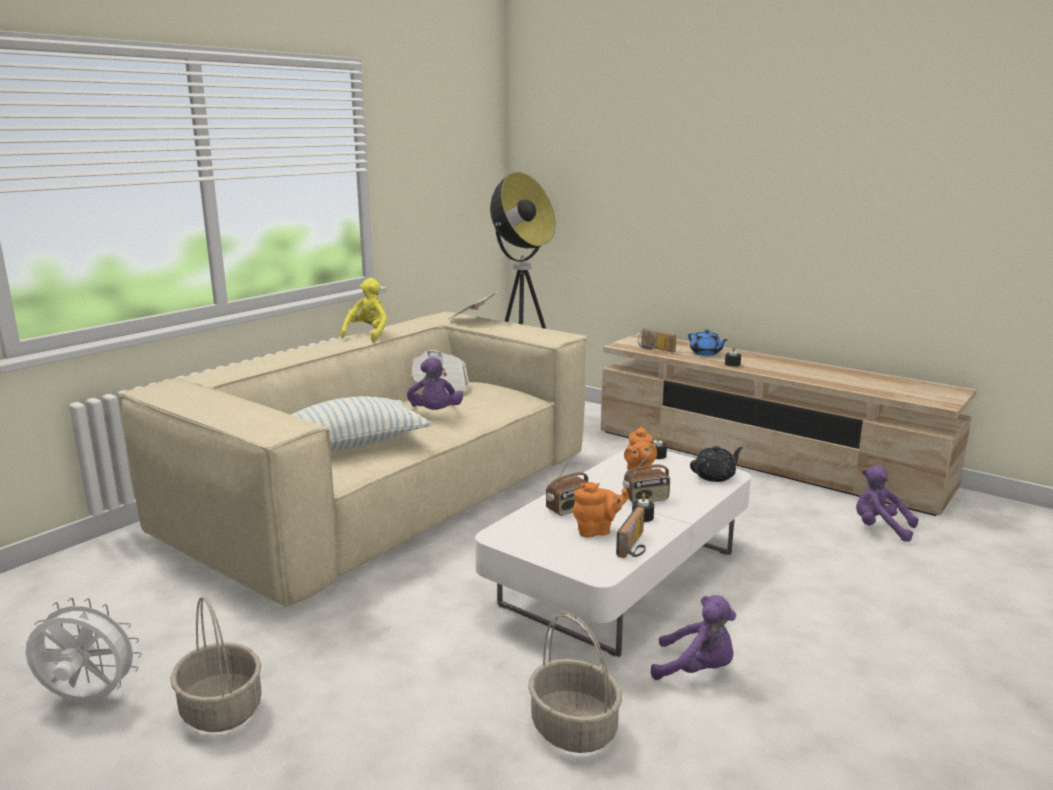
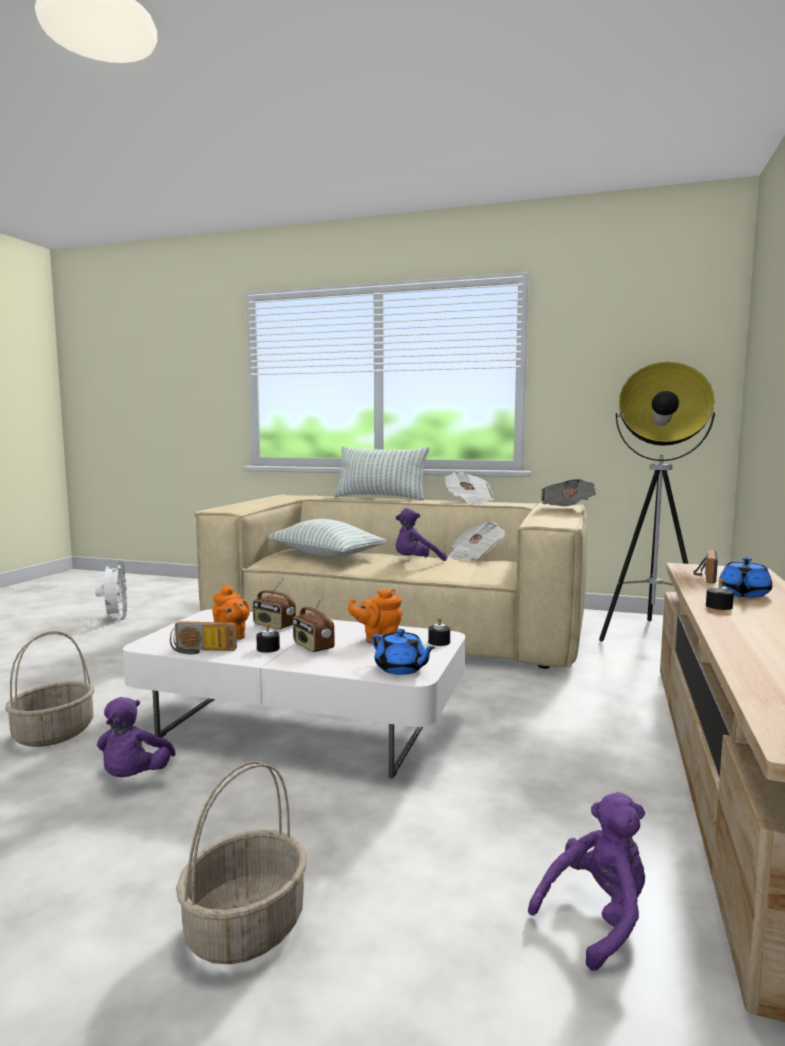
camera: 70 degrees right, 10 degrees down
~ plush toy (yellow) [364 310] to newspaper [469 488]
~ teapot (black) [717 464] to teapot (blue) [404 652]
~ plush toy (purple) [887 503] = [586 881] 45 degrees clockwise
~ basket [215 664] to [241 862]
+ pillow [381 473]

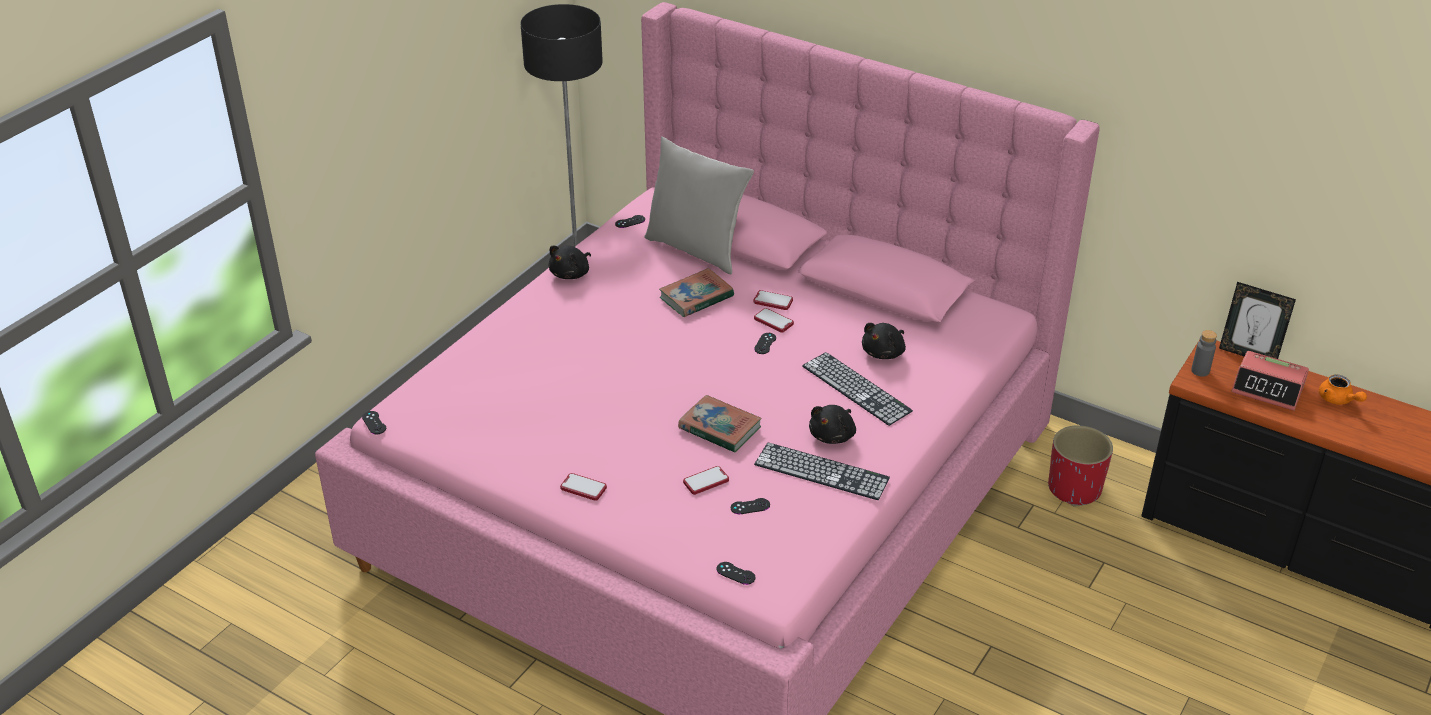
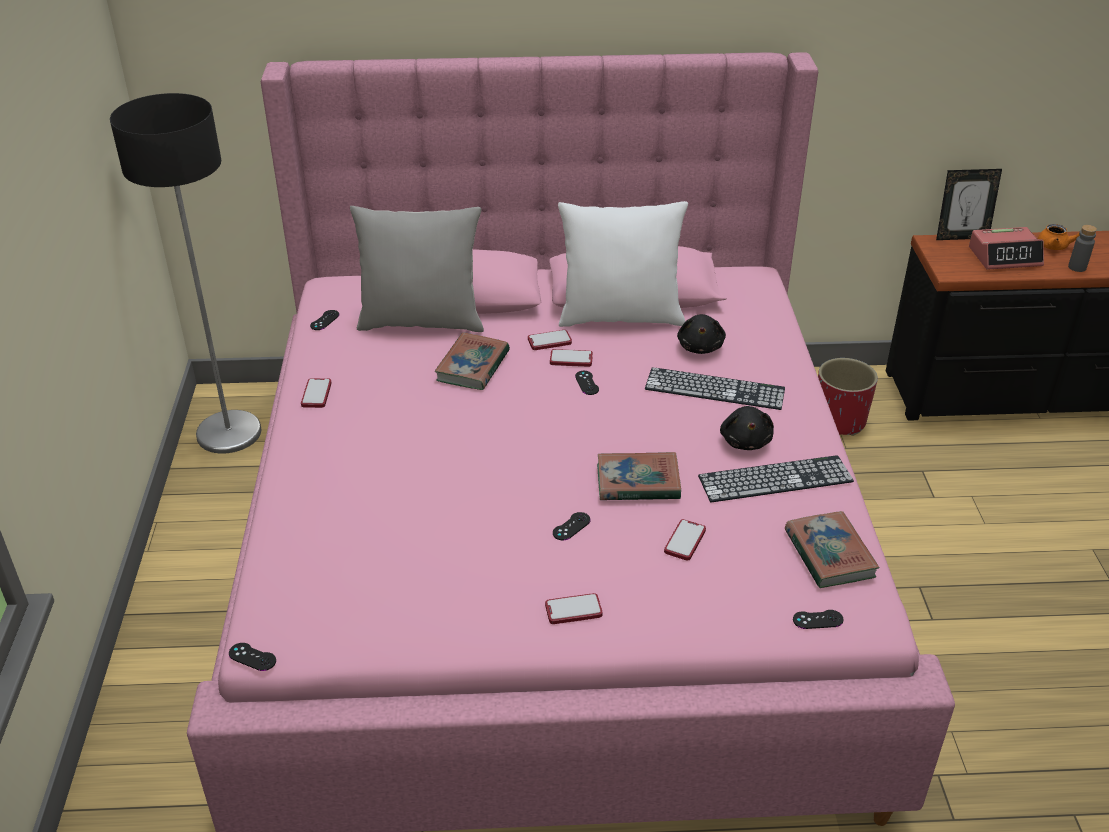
camera: 35 degrees left, 0 degrees up
~ plush toy (black) [570 262] to phone [316 393]
~ bottle (grey) [1204 353] to [1082 248]
~ game controller (black) [750 506] to [572 526]
+ pillow (white) [623 264]
+ book [832 549]

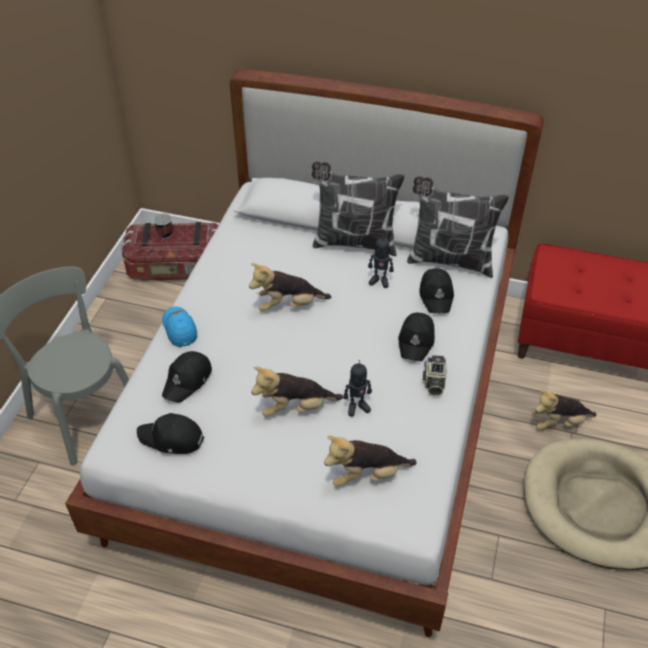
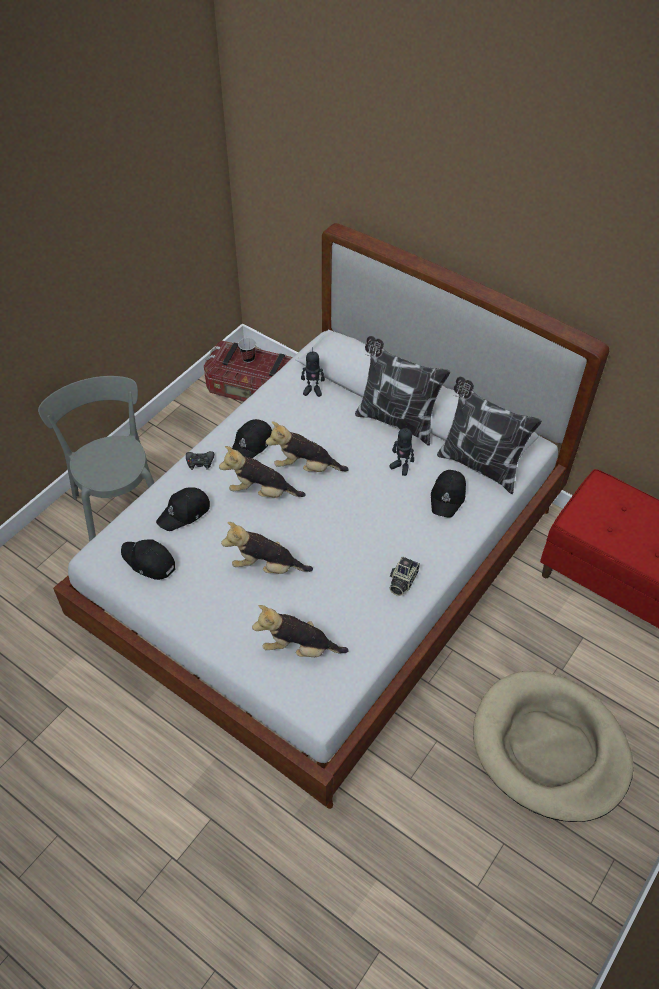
camera: 20 degrees right, 5 degrees up
~ cap (blue) [179 326] to game controller (black) [200 460]
~ cap (black) [416 337] to [252 438]
~ toy robot [357 388] to [313 372]
~ plush toy [564 410] to [262 472]

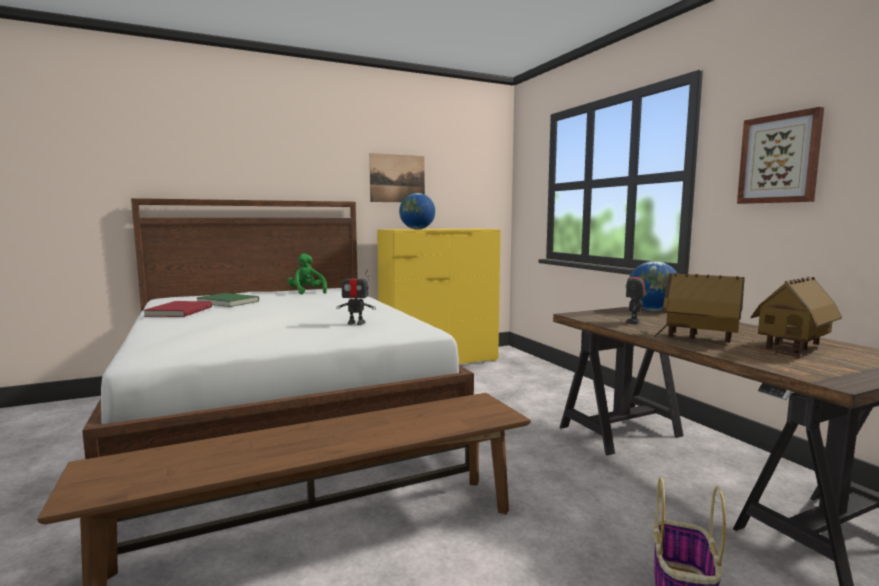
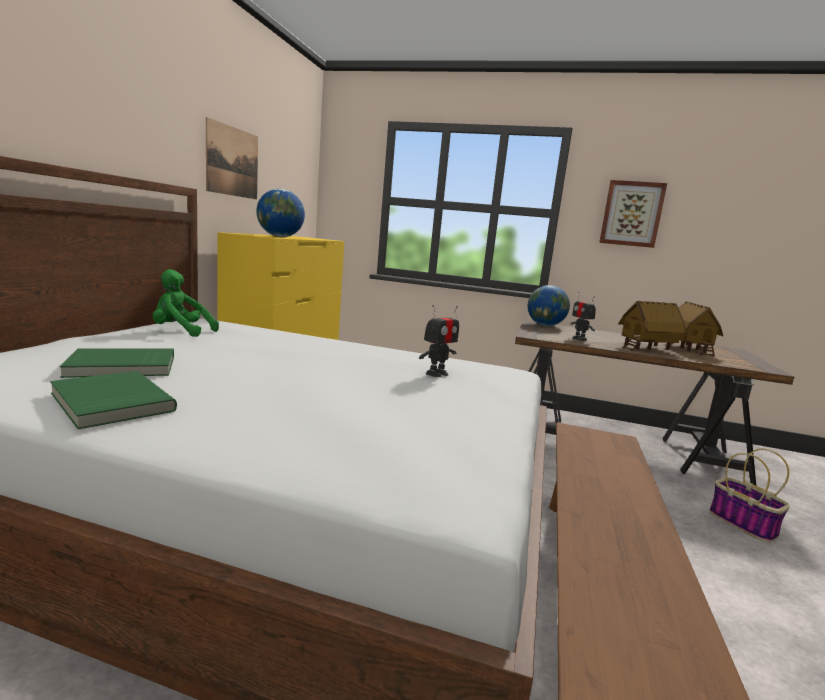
camera: 50 degrees left, 5 degrees up
~ book (red) [177 309] to book (green) [113 400]

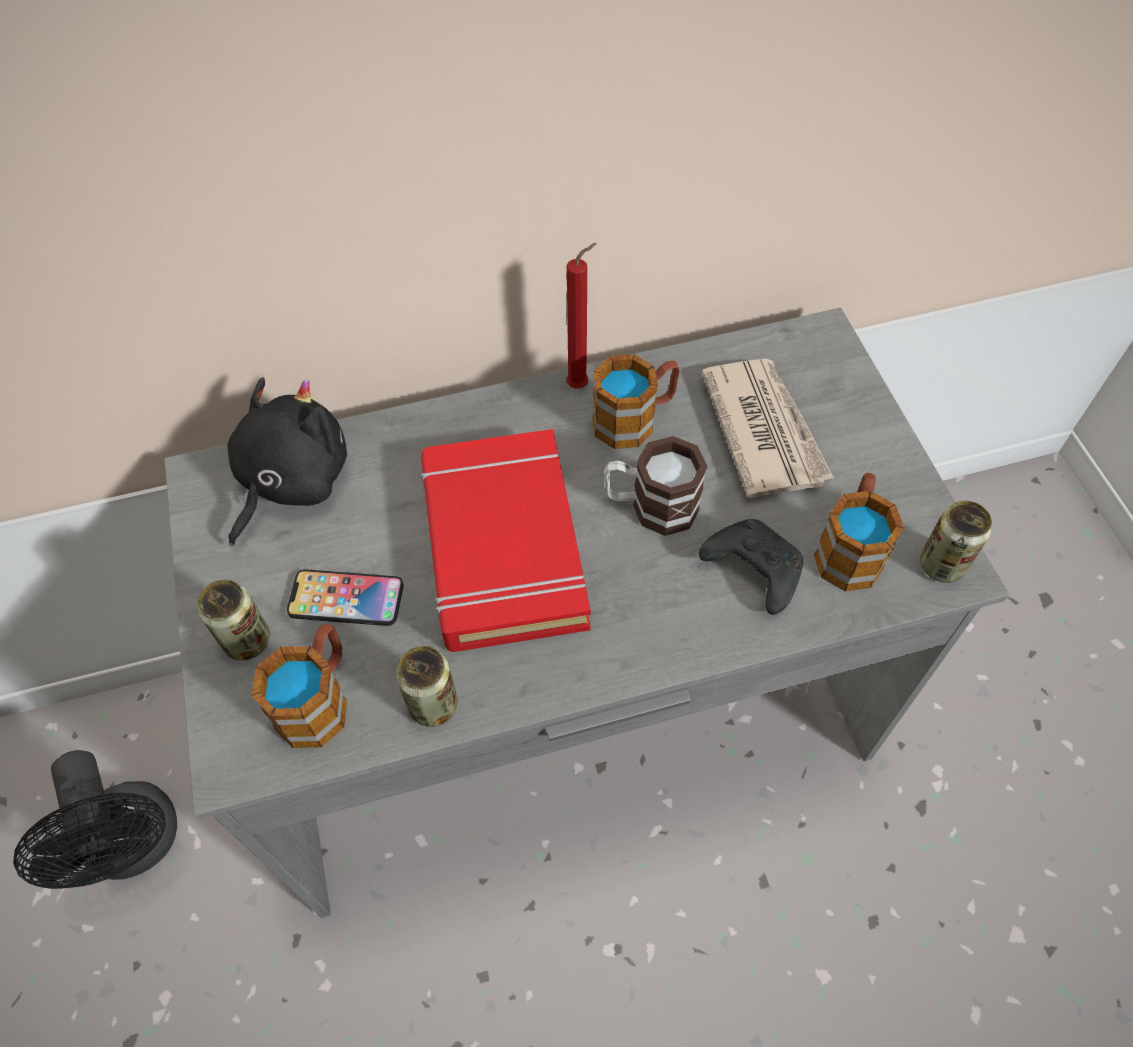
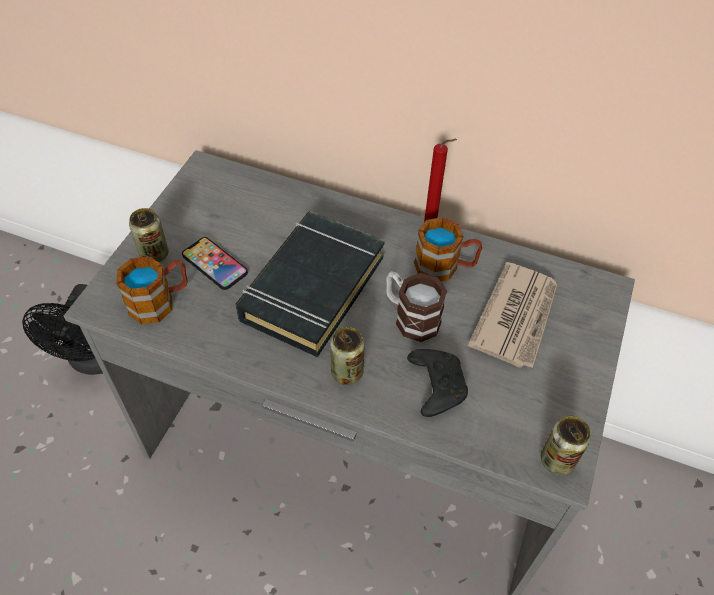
camera: 35 degrees right, 5 degrees down
- plush toy (black) [287 462]
~ book (red) [506 540] to book (black) [310 284]
- mug [859 532]
~ can [427 686] to [347 356]

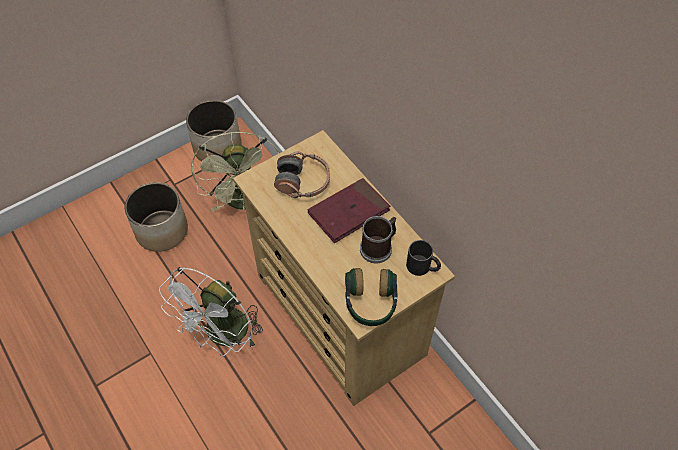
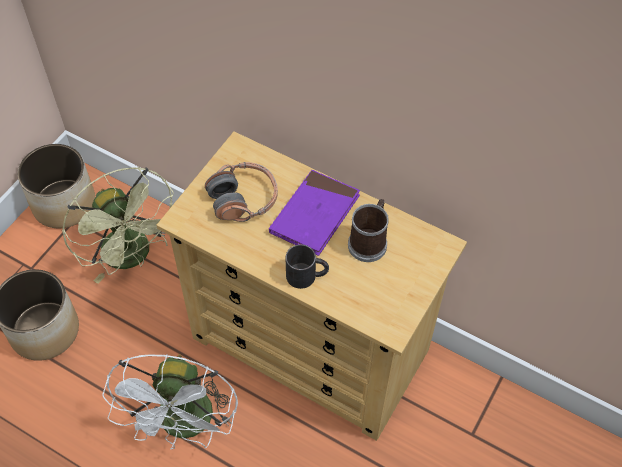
camera: 25 degrees left, 0 degrees up
~ book (red) [349 210] to book (purple) [314 213]
~ mug (black) [423 258] to [307 266]
- headphones [371 297]

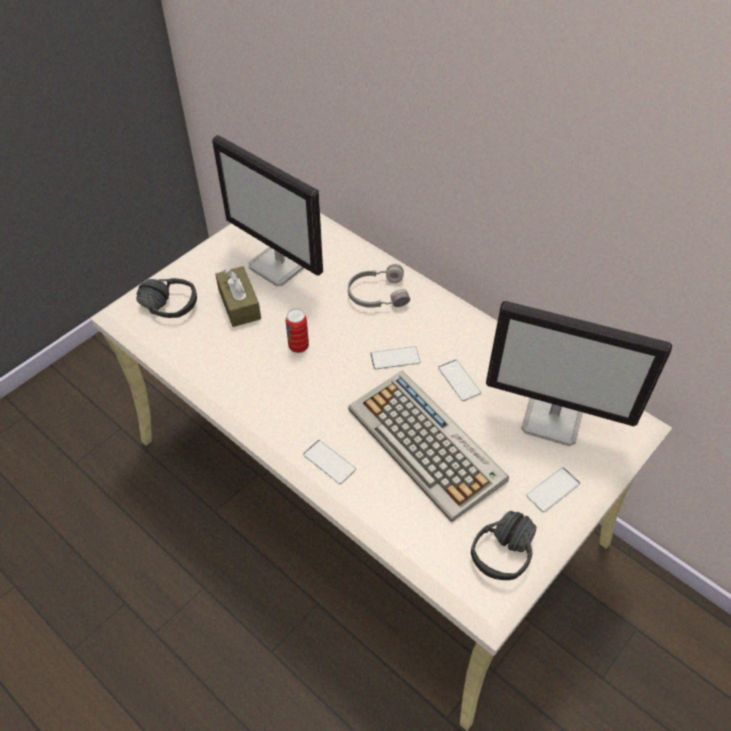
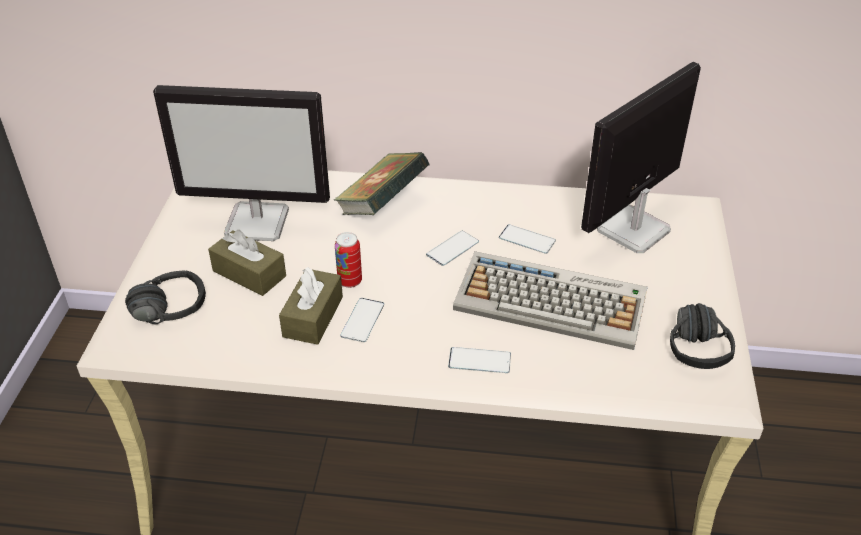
camera: 35 degrees left, 10 degrees down
~ headphones (grey) [379 286] to book [382 183]
~ monitor [579 373] = [641 157] 150 degrees clockwise
~ phone [553 489] to [362 320]
+ tissue box (brown) [311 306]

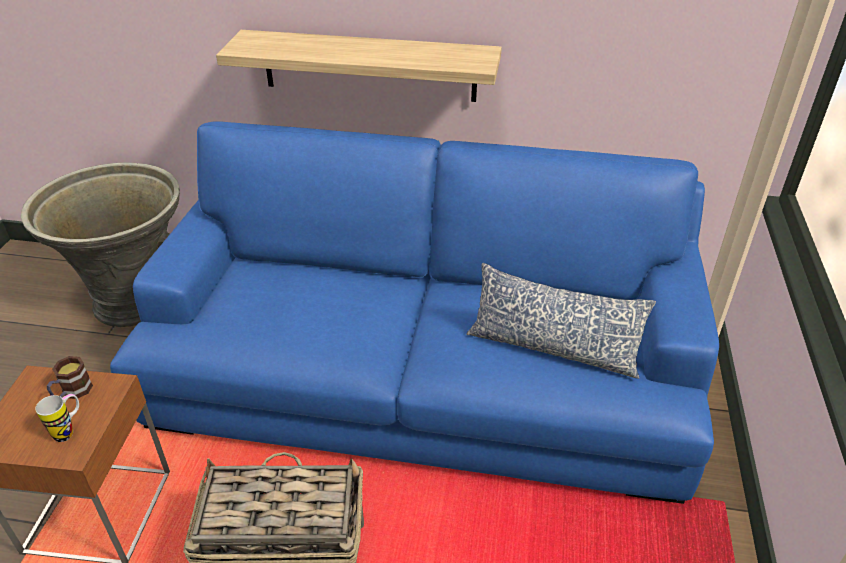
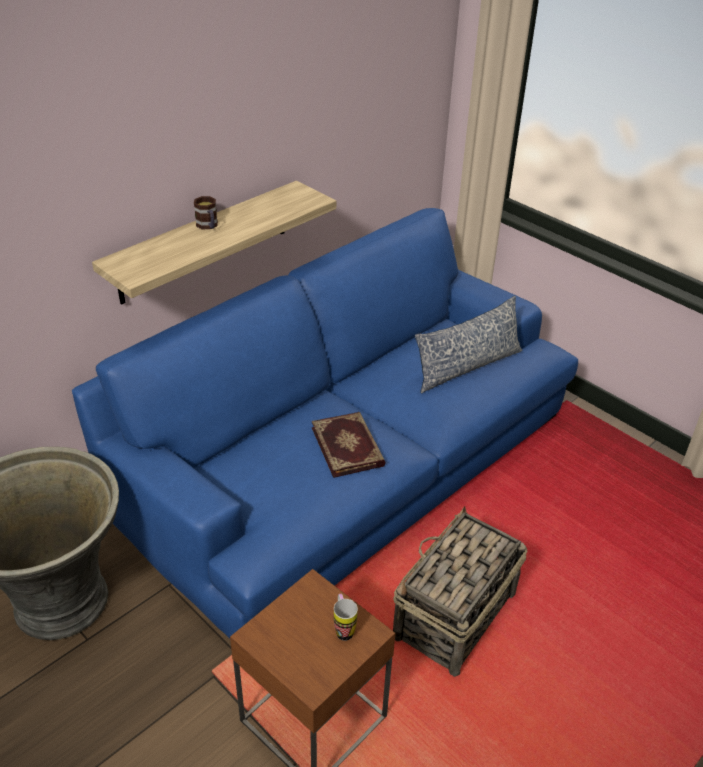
camera: 55 degrees left, 0 degrees up
~ mug [70 377] to [206 212]
+ book [349 445]

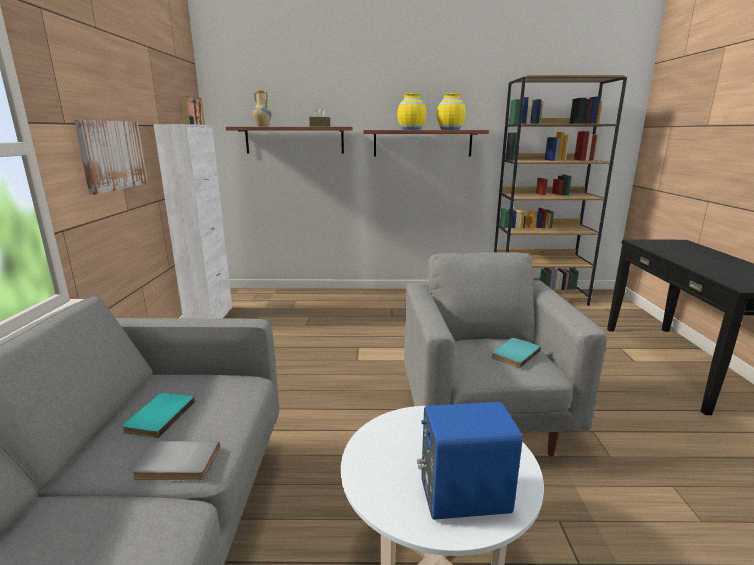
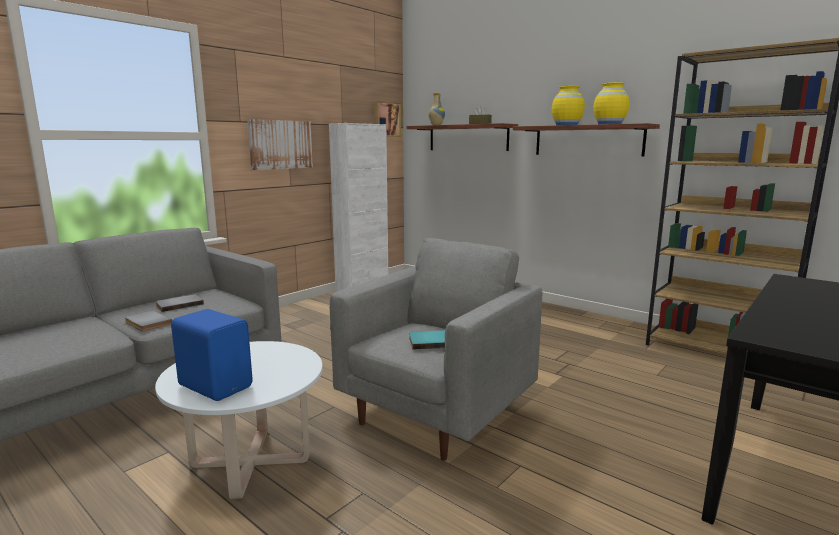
camera: 40 degrees right, 5 degrees down
~ book (turquoise) [158 415] to book (grey) [179 303]

